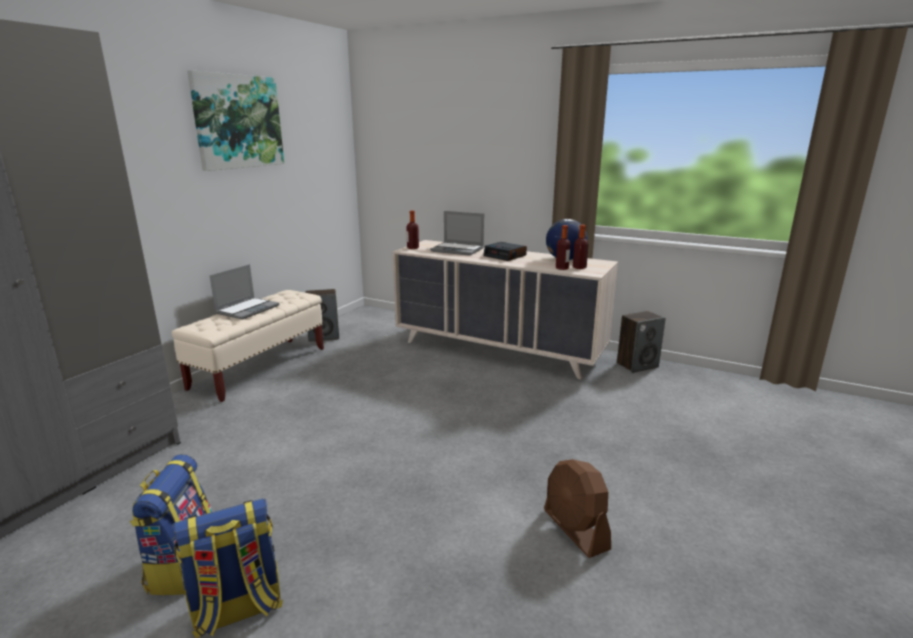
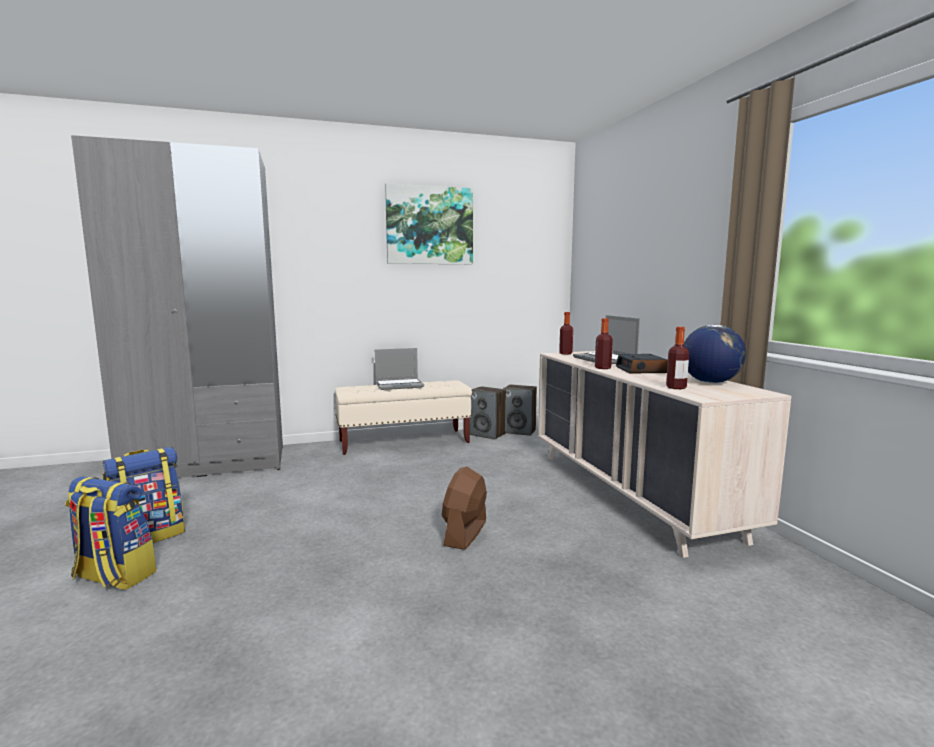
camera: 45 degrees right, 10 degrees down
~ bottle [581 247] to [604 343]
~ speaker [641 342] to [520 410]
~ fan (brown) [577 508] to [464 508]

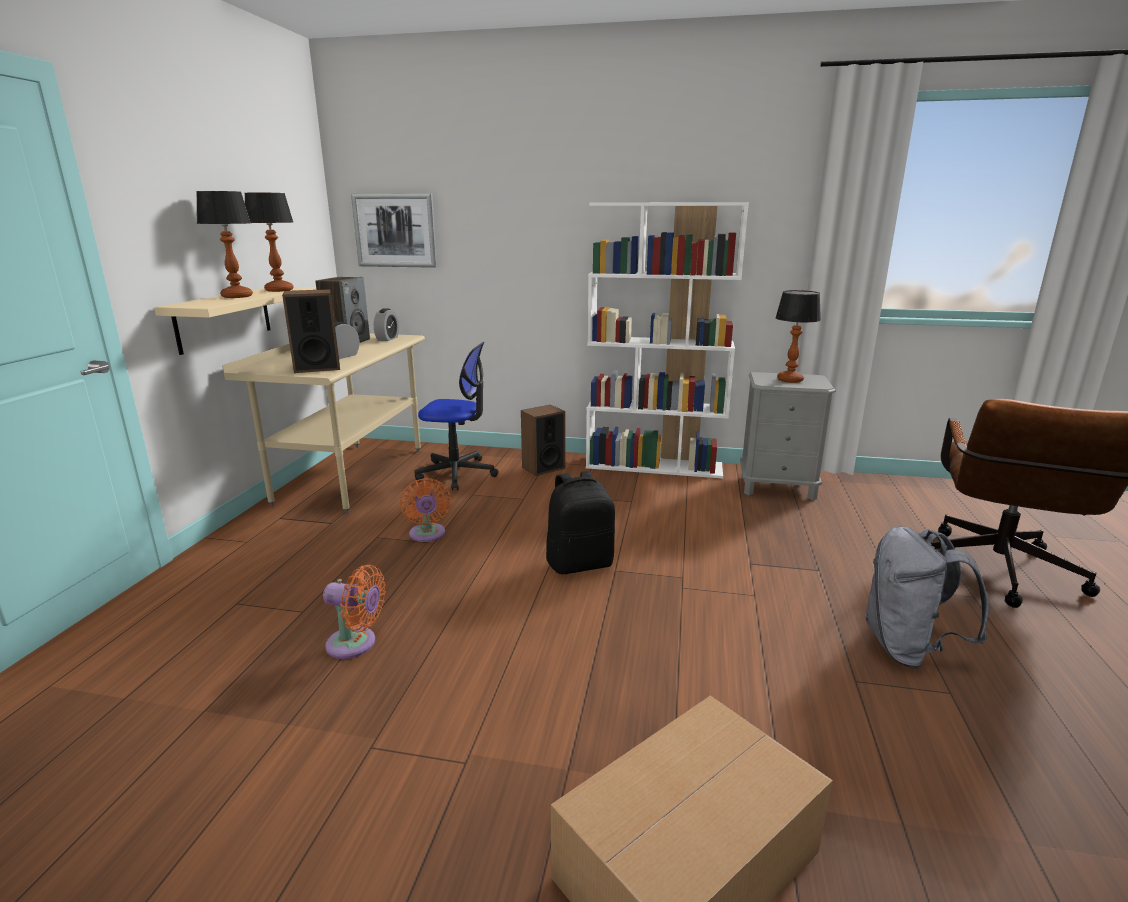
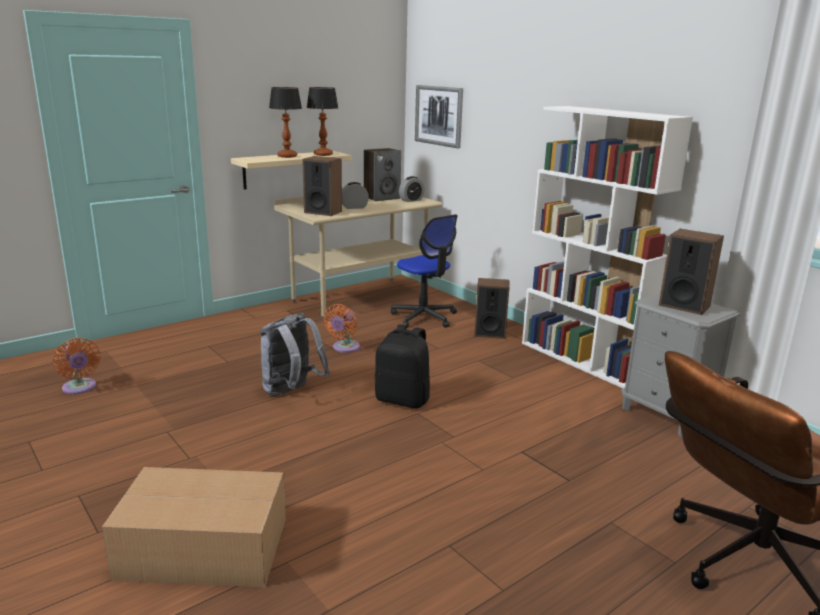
camera: 40 degrees right, 0 degrees up
~ table lamp [798 336] to speaker [691 272]
~ backpack (grey) [927 597] to [295 354]
~ fan (orange) [354 612] to [76 366]

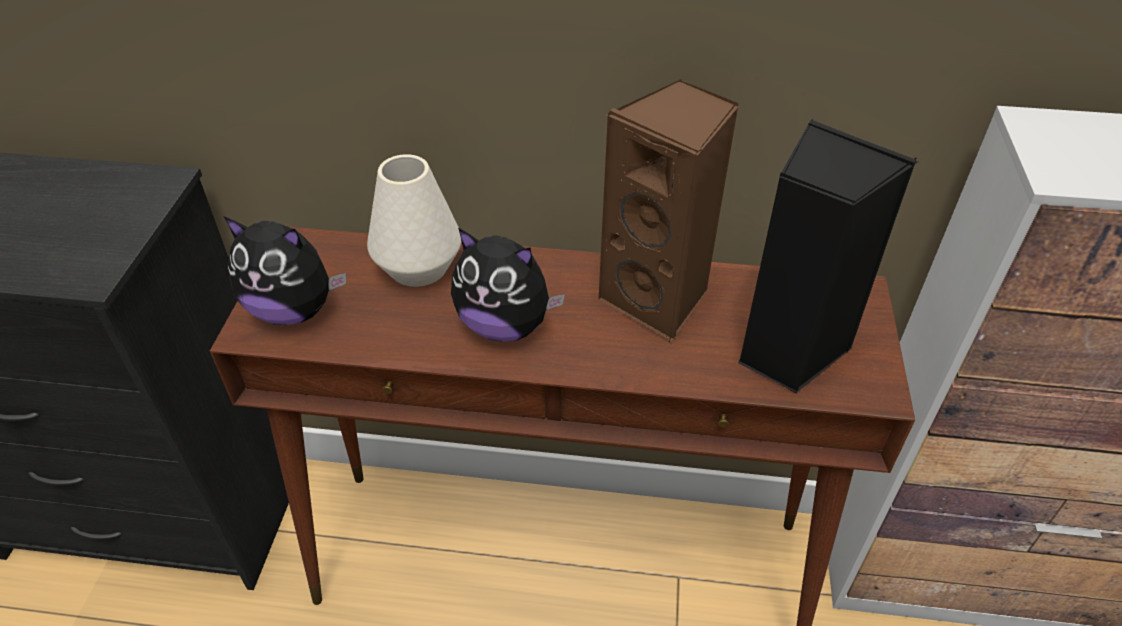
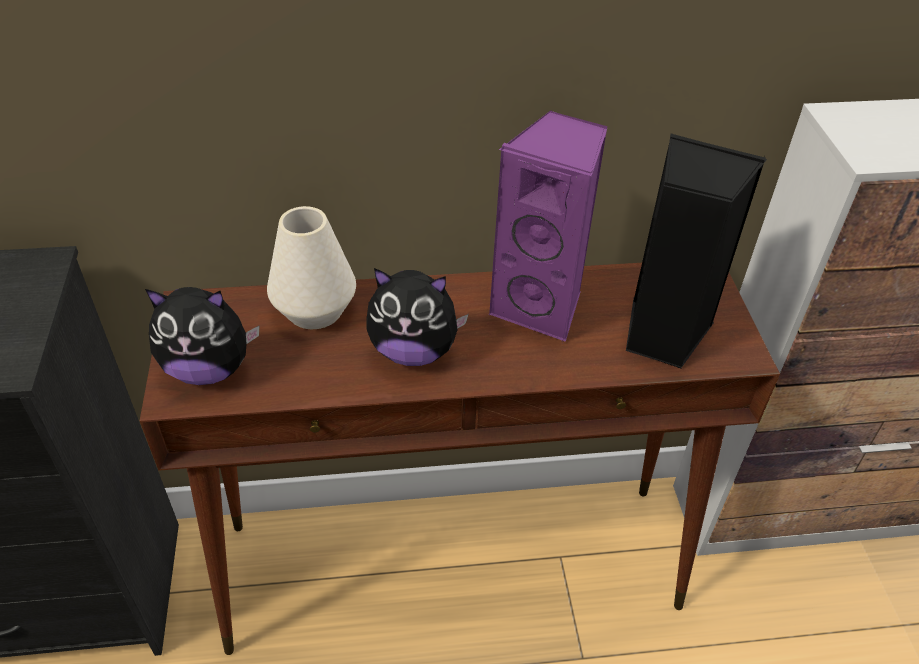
camera: 15 degrees left, 0 degrees up
~ speaker (brown) [668 210] to speaker (purple) [548 227]

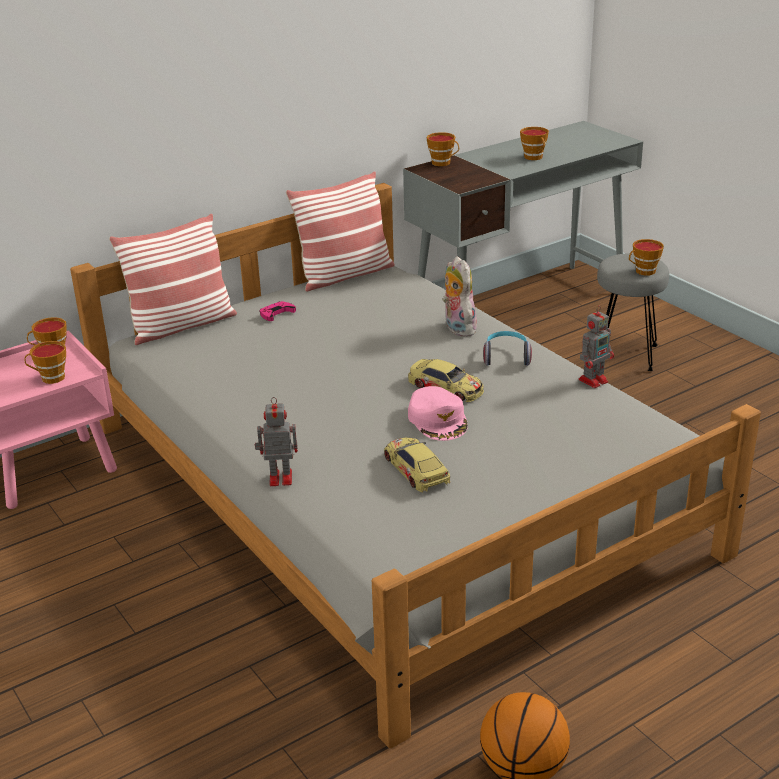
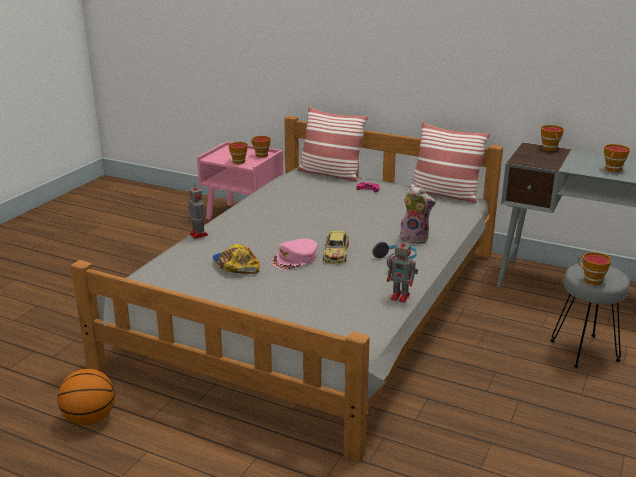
camera: 60 degrees right, 5 degrees down
~ plush toy [459 296] = [417 215] 75 degrees clockwise
~ toy car [417 465] to cap [236 259]

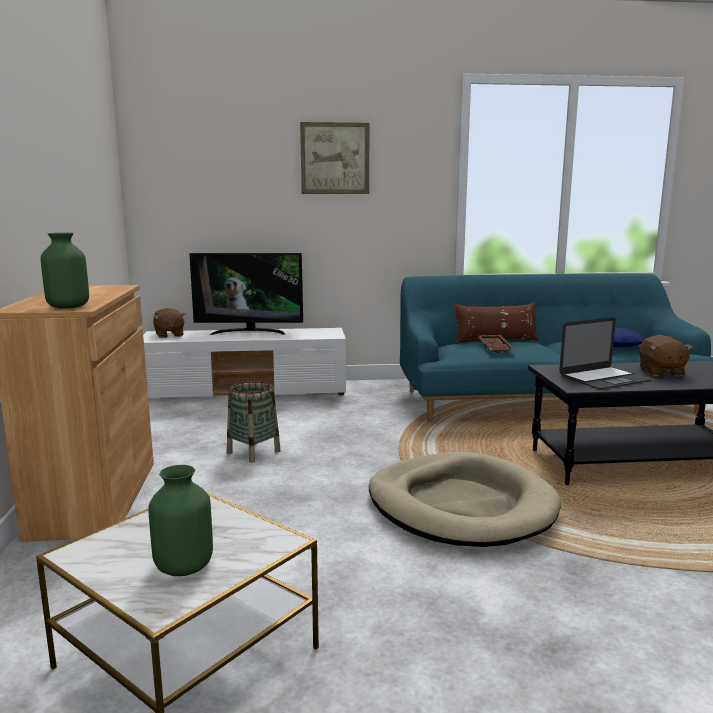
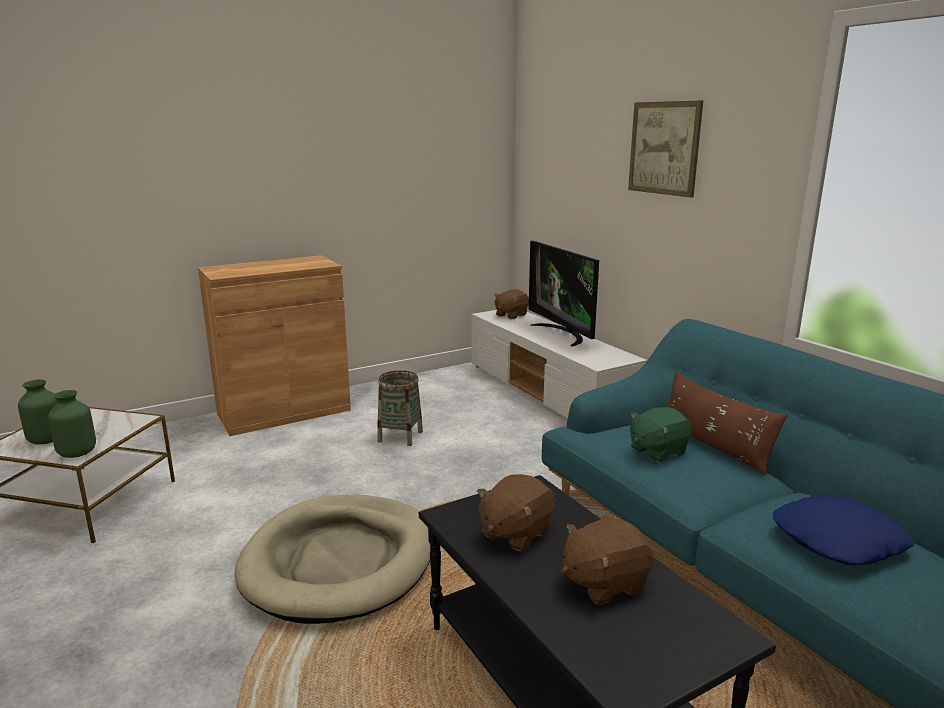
camera: 65 degrees right, 5 degrees up
~ vase (green) [65 271] to [72 424]
~ laptop [605 353] to plush toy (brown) [516 512]
~ tray (brown) [496 344] to plush toy (green) [661 434]

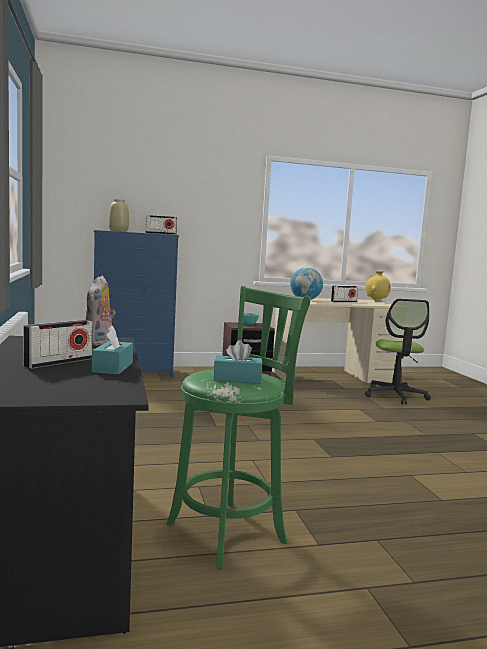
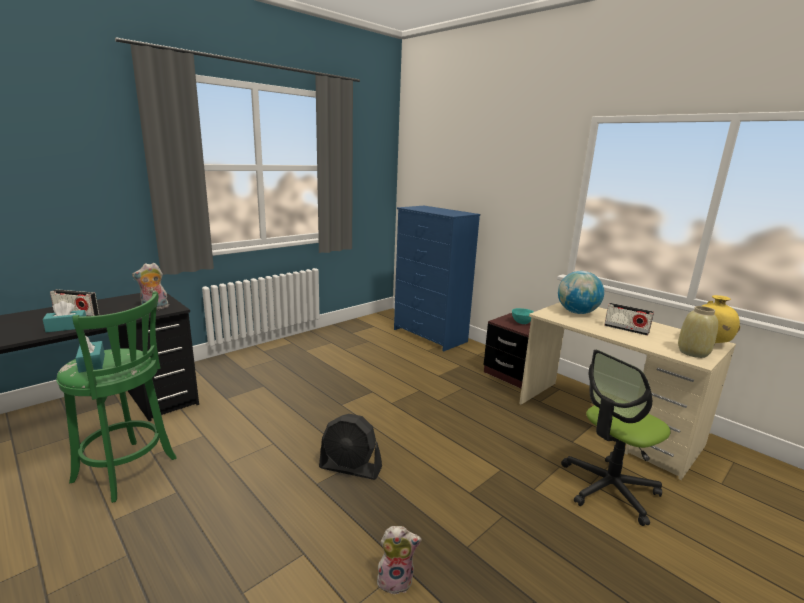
camera: 60 degrees right, 10 degrees up
~ vase (beige) [119 215] to [698 332]
- radio [161 225]
+ fan (black) [350 447]
+ plush toy [399 560]

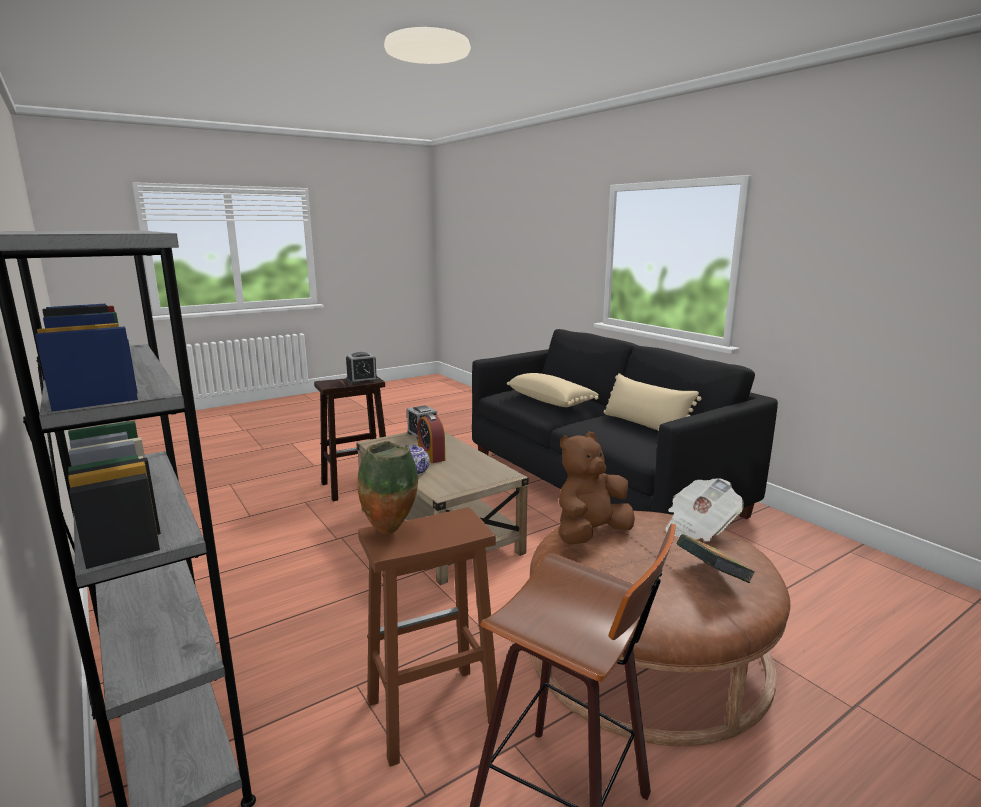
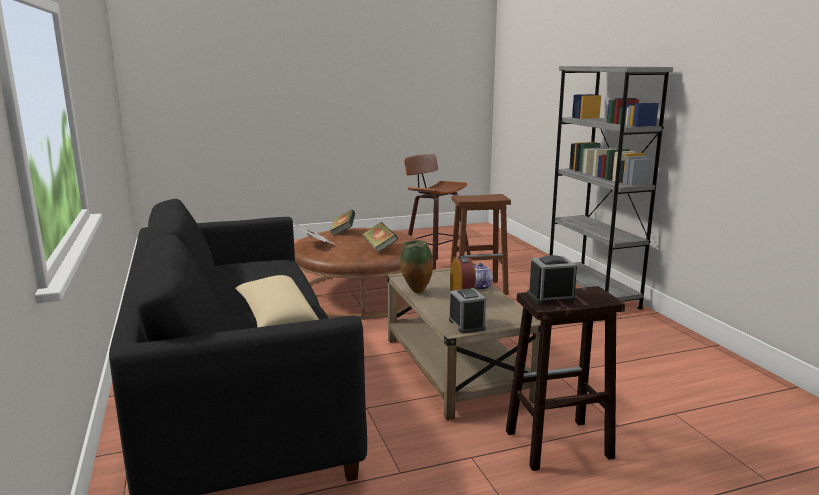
camera: 165 degrees left, 0 degrees up
- pillow (beige) [653 402]
~ plush toy (brown) [597 488] to book [380 237]
~ vase [387 487] to [416 266]

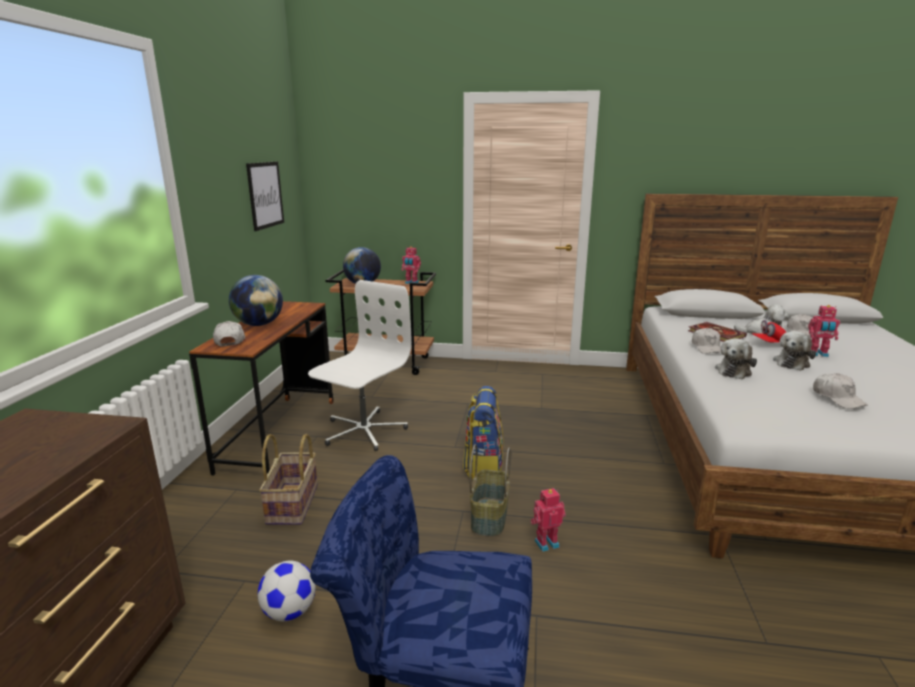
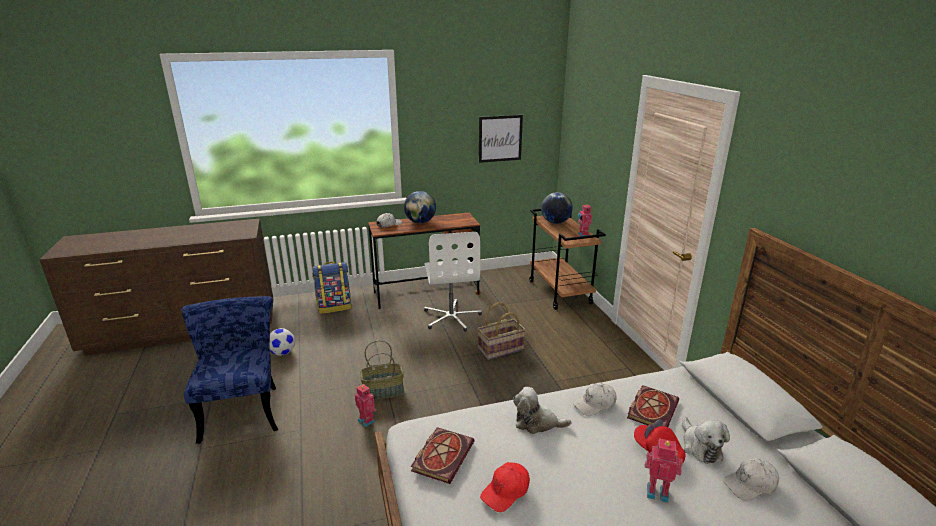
camera: 65 degrees right, 5 degrees up
~ office chair (white) [360 365] = [453 282] 75 degrees clockwise
~ toy robot [824 331] = [664 470] 120 degrees clockwise
- plush toy [794 351]
~ cap (white) [840 391] to cap (red) [505 487]
~ backpack [483 433] to [331 288]
~ basket [288 479] to [501 331]
+ book [442 455]

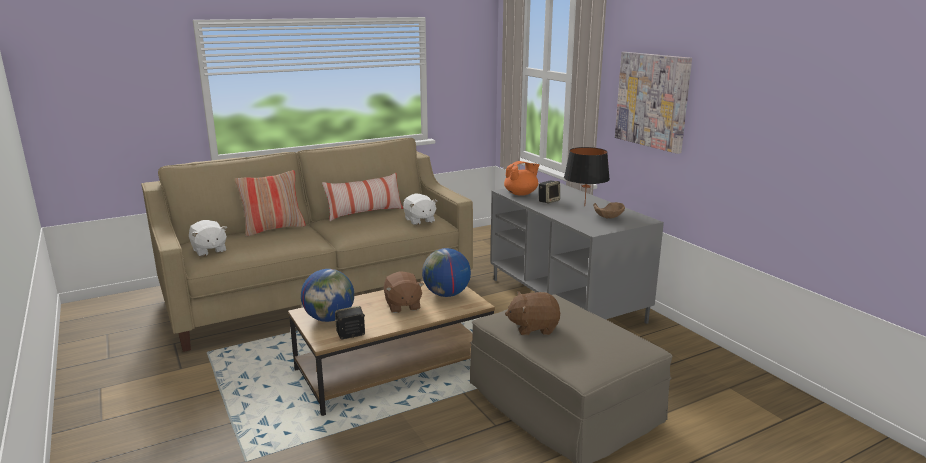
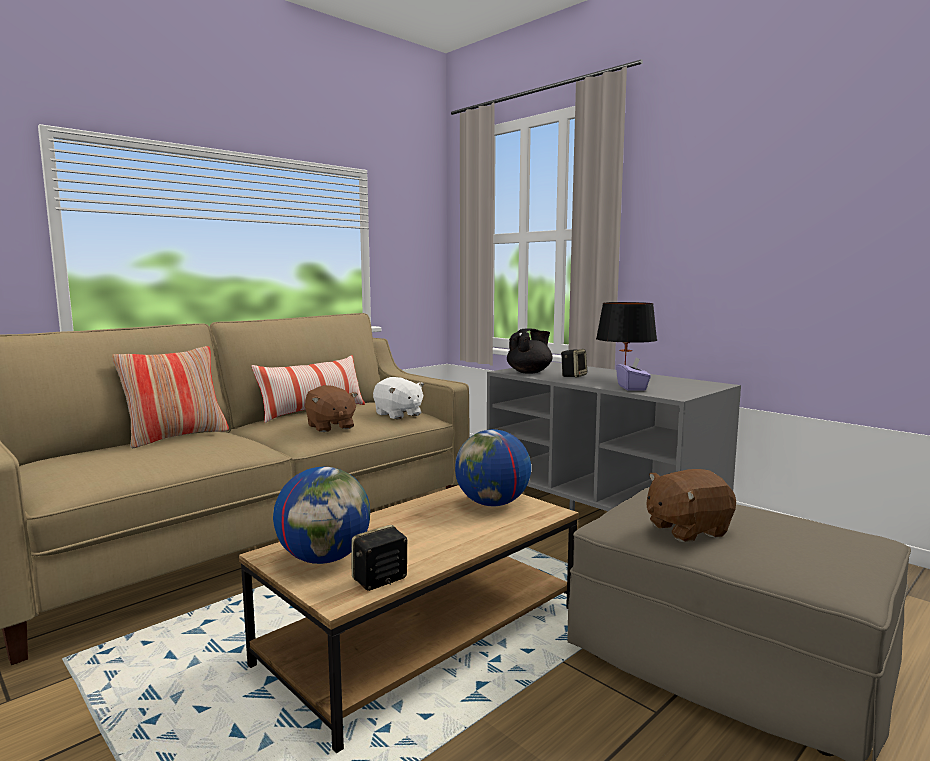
camera: 15 degrees left, 10 degrees down
- picture [653 103]
~ teapot (orange) [522 178] to teapot (black) [529 351]
- bowl (brown) [609 210]
- plush toy (white) [208 238]
~ plush toy (brown) [404 292] to [331 408]
+ tissue box (purple) [633 374]

